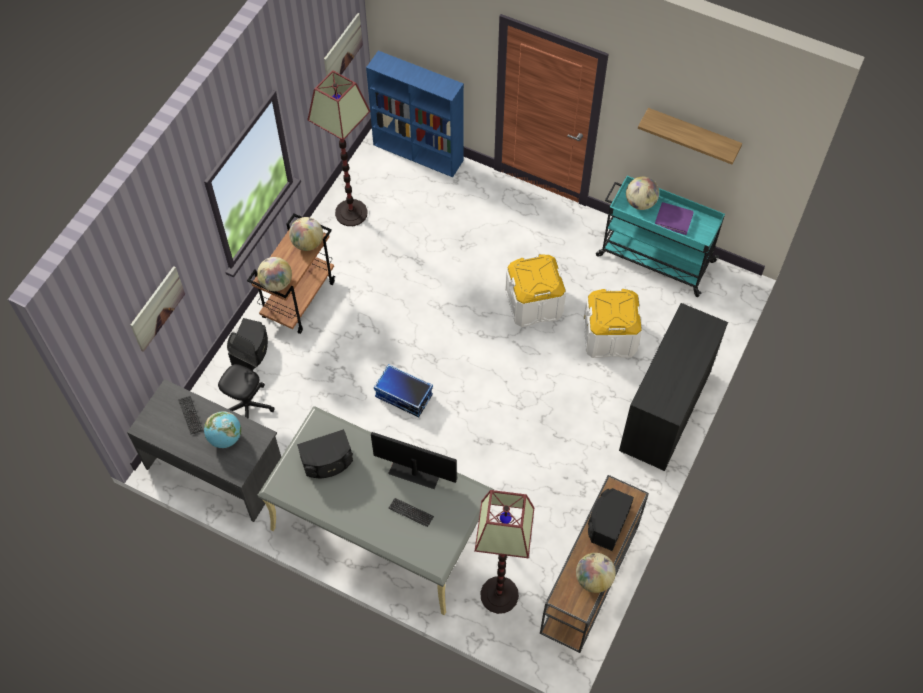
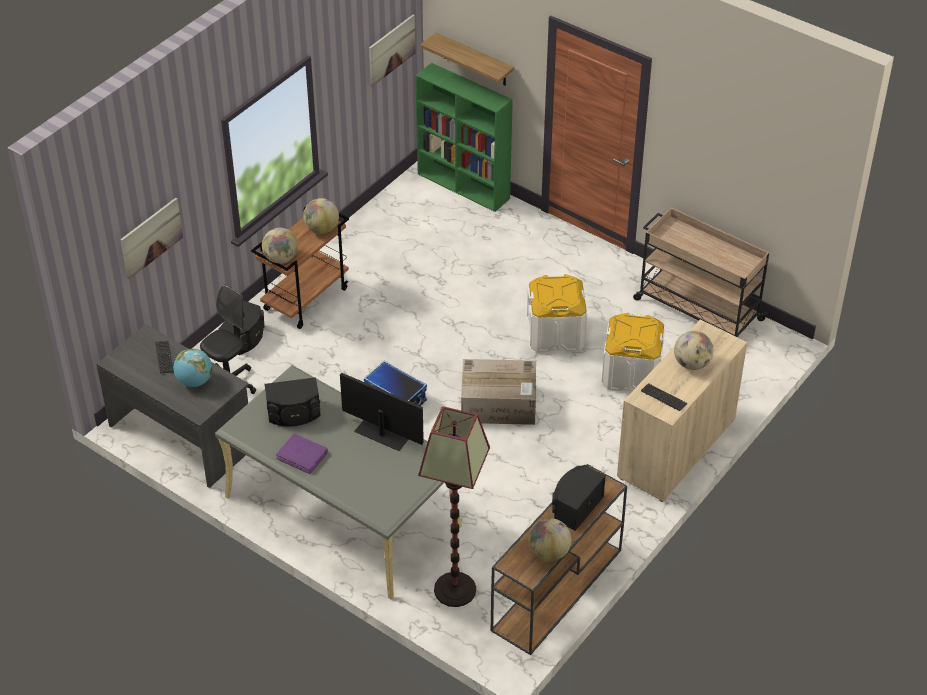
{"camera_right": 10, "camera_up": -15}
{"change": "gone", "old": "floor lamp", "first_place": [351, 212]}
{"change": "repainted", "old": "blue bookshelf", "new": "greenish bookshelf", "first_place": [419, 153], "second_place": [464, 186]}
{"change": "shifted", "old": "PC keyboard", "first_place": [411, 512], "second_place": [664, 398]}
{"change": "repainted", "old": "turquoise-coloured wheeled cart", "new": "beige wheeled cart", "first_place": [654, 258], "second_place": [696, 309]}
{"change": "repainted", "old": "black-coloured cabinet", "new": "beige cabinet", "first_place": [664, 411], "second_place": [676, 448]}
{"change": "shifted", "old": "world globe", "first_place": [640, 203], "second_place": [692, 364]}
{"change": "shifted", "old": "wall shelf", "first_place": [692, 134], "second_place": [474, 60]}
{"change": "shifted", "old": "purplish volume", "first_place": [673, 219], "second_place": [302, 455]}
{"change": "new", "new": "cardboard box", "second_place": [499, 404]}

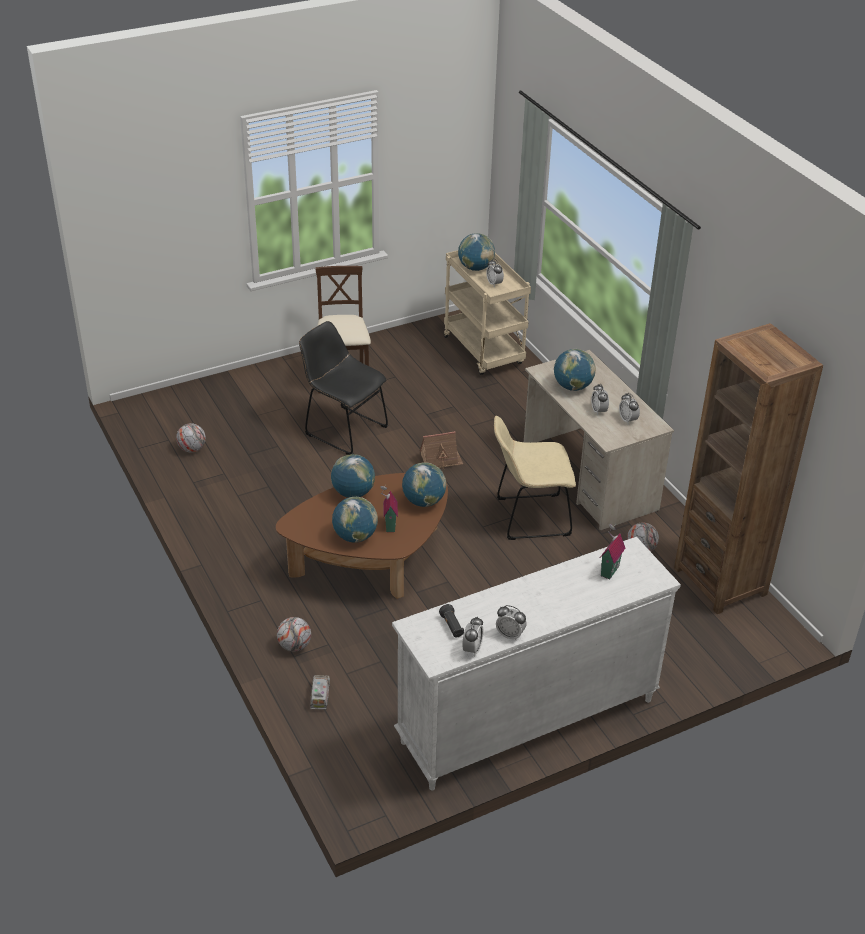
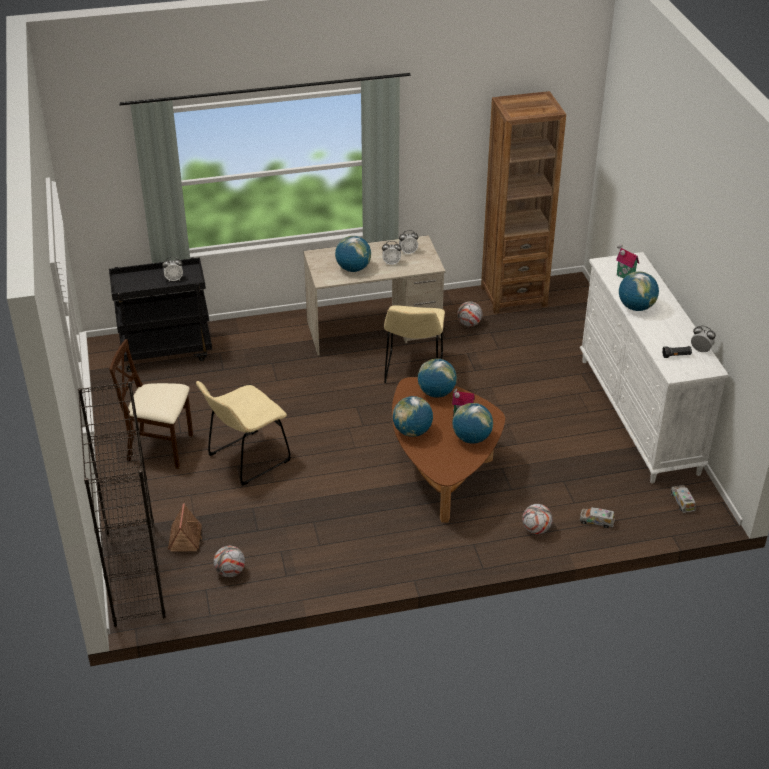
{"camera_right": -75, "camera_up": 0}
{"change": "repainted", "old": "black-coloured chair", "new": "beige chair", "first_place": [343, 429], "second_place": [245, 460]}
{"change": "shifted", "old": "toy house", "first_place": [441, 459], "second_place": [185, 538]}
{"change": "repainted", "old": "beige wheeled cart", "new": "black-coloured wheeled cart", "first_place": [484, 351], "second_place": [167, 351]}
{"change": "shifted", "old": "world globe", "first_place": [475, 268], "second_place": [636, 307]}
{"change": "gone", "old": "bedside clock", "first_place": [510, 634]}
{"change": "new", "new": "black-coloured bookshelf", "second_place": [134, 573]}
{"change": "new", "new": "model truck", "second_place": [682, 502]}

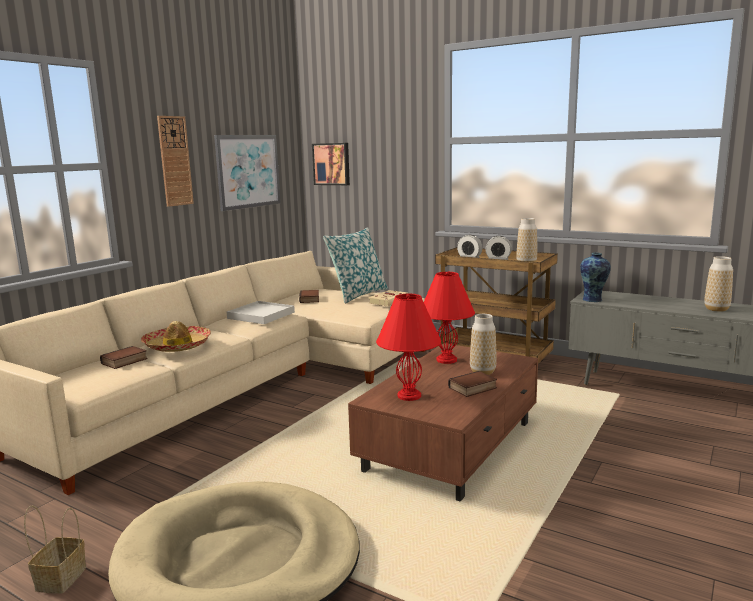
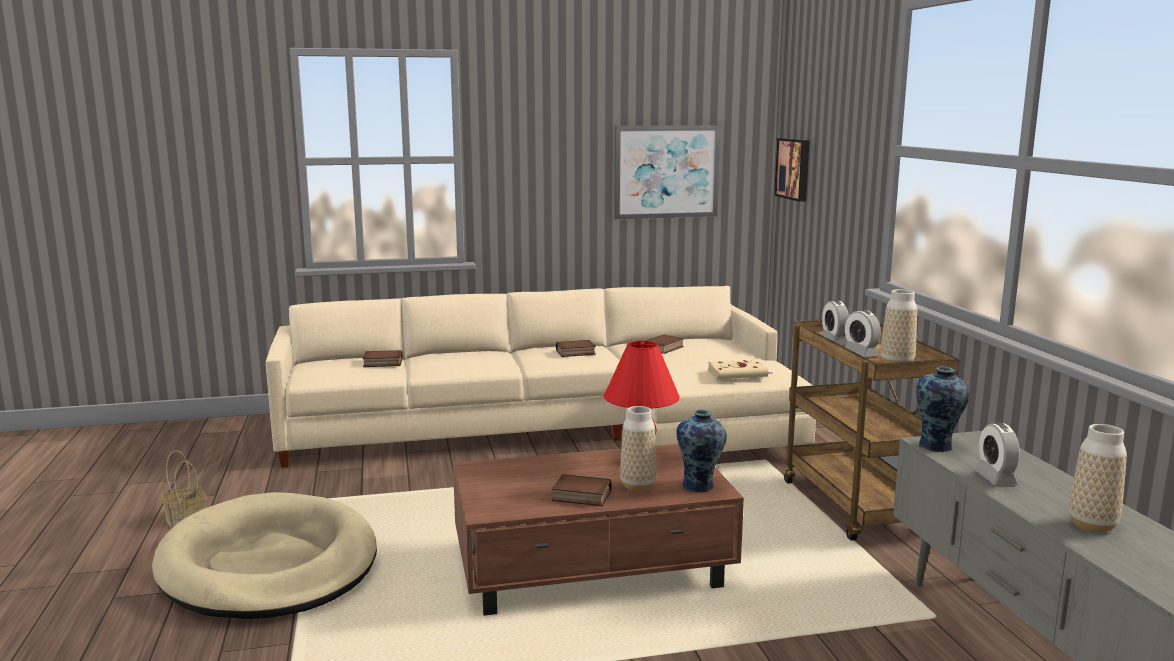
{"camera_right": 45, "camera_up": 0}
{"change": "gone", "old": "hat", "first_place": [177, 346]}
{"change": "gone", "old": "hanging clock", "first_place": [175, 161]}
{"change": "swapped", "old": "white serving tray", "new": "volume", "first_place": [261, 315], "second_place": [575, 353]}
{"change": "gone", "old": "throw pillow", "first_place": [358, 294]}
{"change": "gone", "old": "reddish tabletop lamp", "first_place": [409, 395]}
{"change": "new", "new": "decorative vase", "second_place": [699, 487]}
{"change": "new", "new": "bedside clock", "second_place": [995, 478]}

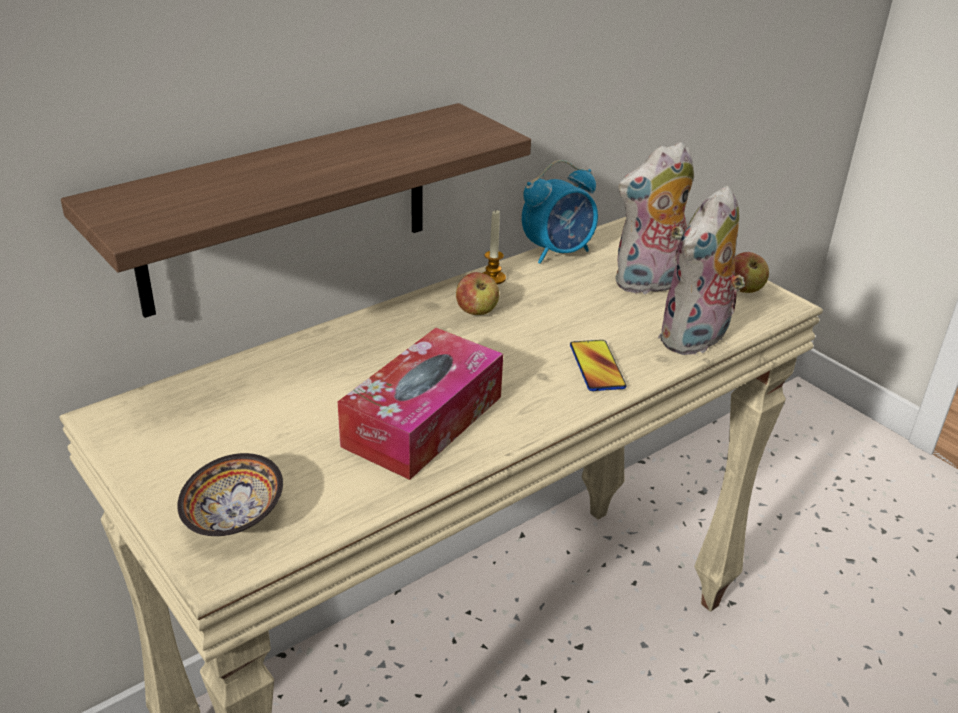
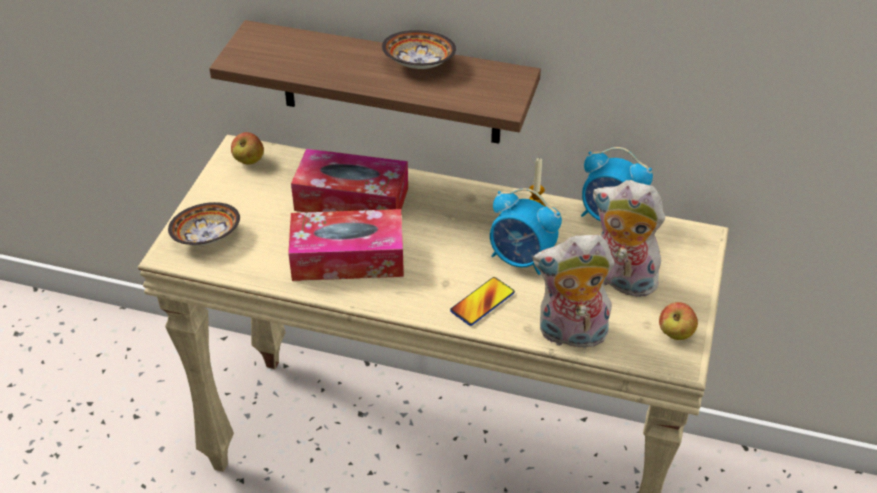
{"camera_right": 55, "camera_up": 10}
{"change": "shifted", "old": "whole apple", "first_place": [477, 312], "second_place": [249, 160]}
{"change": "new", "new": "tissue holder", "second_place": [351, 199]}
{"change": "new", "new": "bowl", "second_place": [420, 65]}
{"change": "new", "new": "bedside clock", "second_place": [521, 259]}

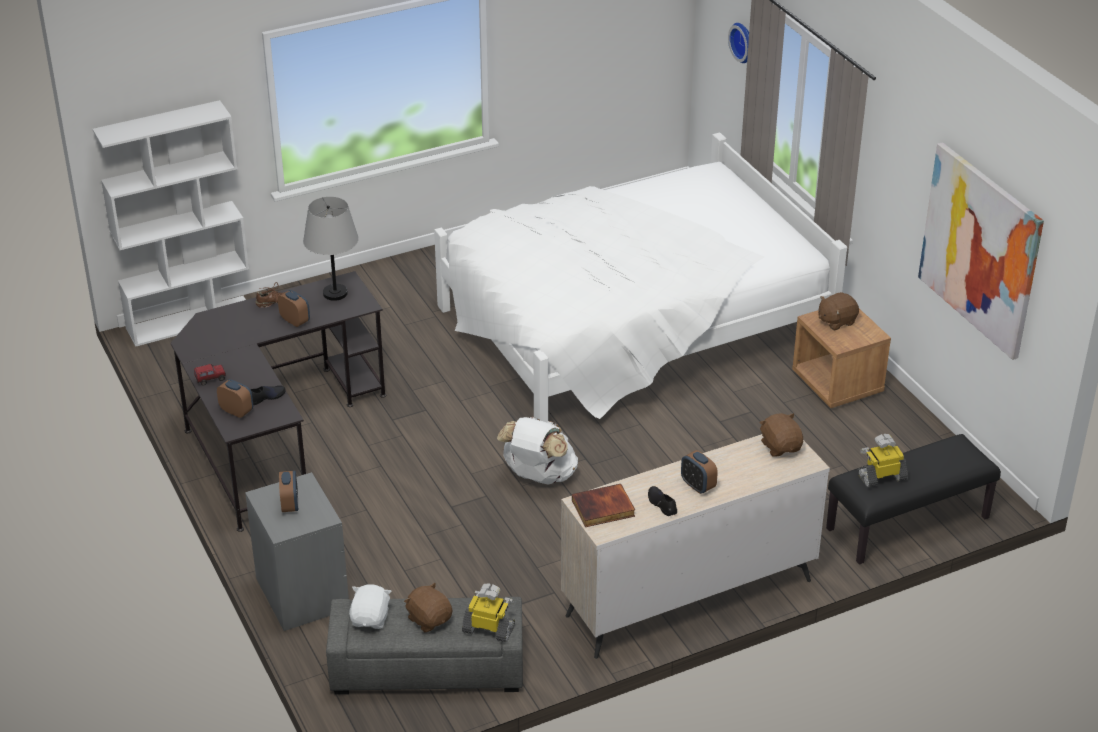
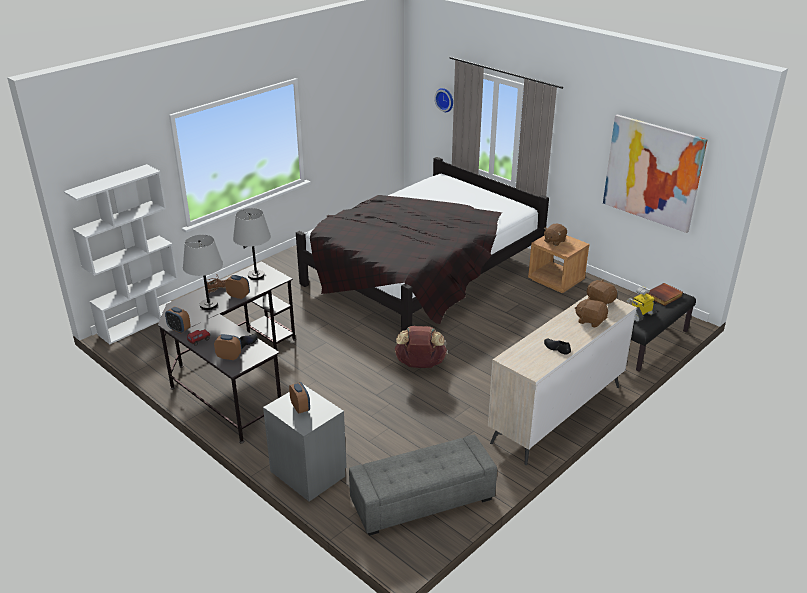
{"camera_right": -20, "camera_up": -5}
{"change": "gone", "old": "white cuddly toy", "first_place": [371, 618]}
{"change": "shifted", "old": "brownish cuddly toy", "first_place": [429, 619], "second_place": [590, 321]}
{"change": "repainted", "old": "white sleeping bed", "new": "black-coloured sleeping bed", "first_place": [632, 328], "second_place": [423, 274]}
{"change": "gone", "old": "model robot", "first_place": [489, 629]}
{"change": "repainted", "old": "white knapsack", "new": "brownish knapsack", "first_place": [538, 476], "second_place": [420, 365]}
{"change": "shifted", "old": "volume", "first_place": [603, 509], "second_place": [664, 296]}
{"change": "shifted", "old": "bedside clock", "first_place": [697, 486], "second_place": [179, 329]}
{"change": "new", "new": "gray tabletop lamp", "second_place": [208, 305]}

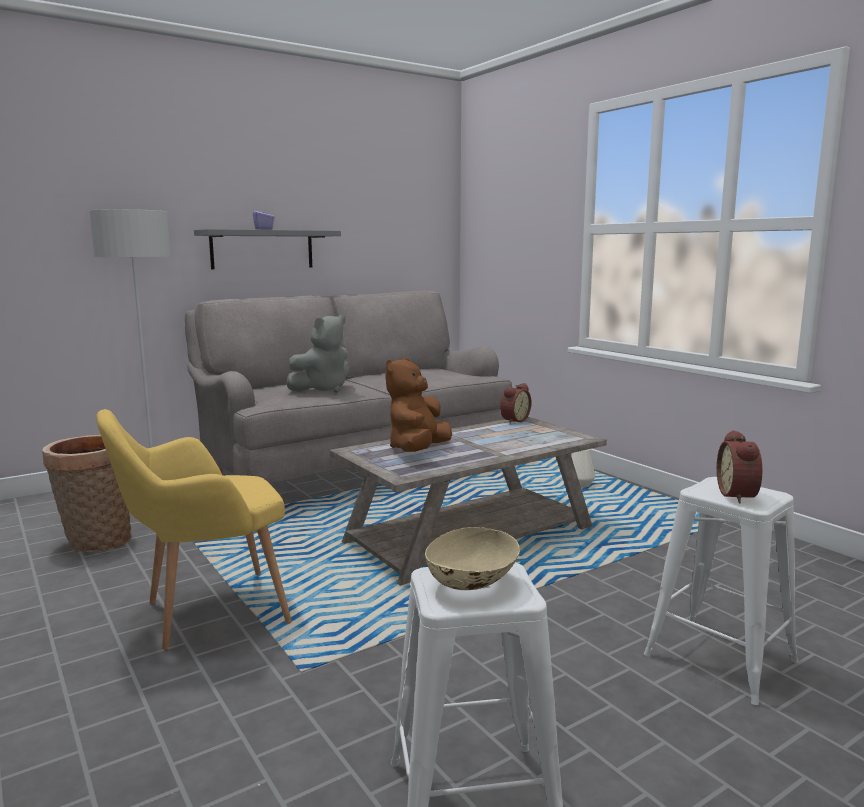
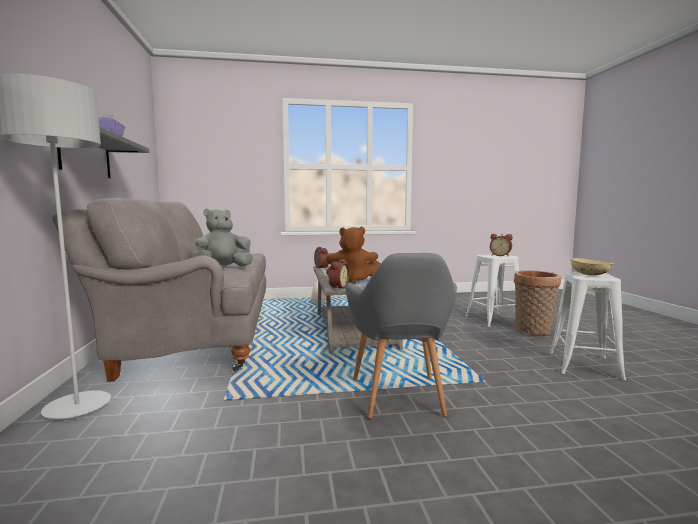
{"camera_right": -65, "camera_up": -5}
{"change": "shifted", "old": "basket", "first_place": [95, 542], "second_place": [533, 331]}
{"change": "repainted", "old": "yellow lounge chair", "new": "gray lounge chair", "first_place": [206, 613], "second_place": [400, 400]}
{"change": "rotated", "old": "gray cuddly toy", "first_place": [322, 389], "second_place": [223, 267], "degrees": -105}
{"change": "rotated", "old": "brownish cuddly toy", "first_place": [418, 450], "second_place": [353, 281], "degrees": -45}
{"change": "new", "new": "bedside clock", "second_place": [337, 287]}

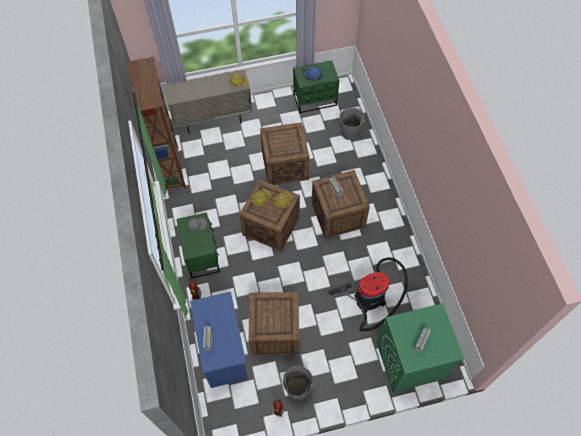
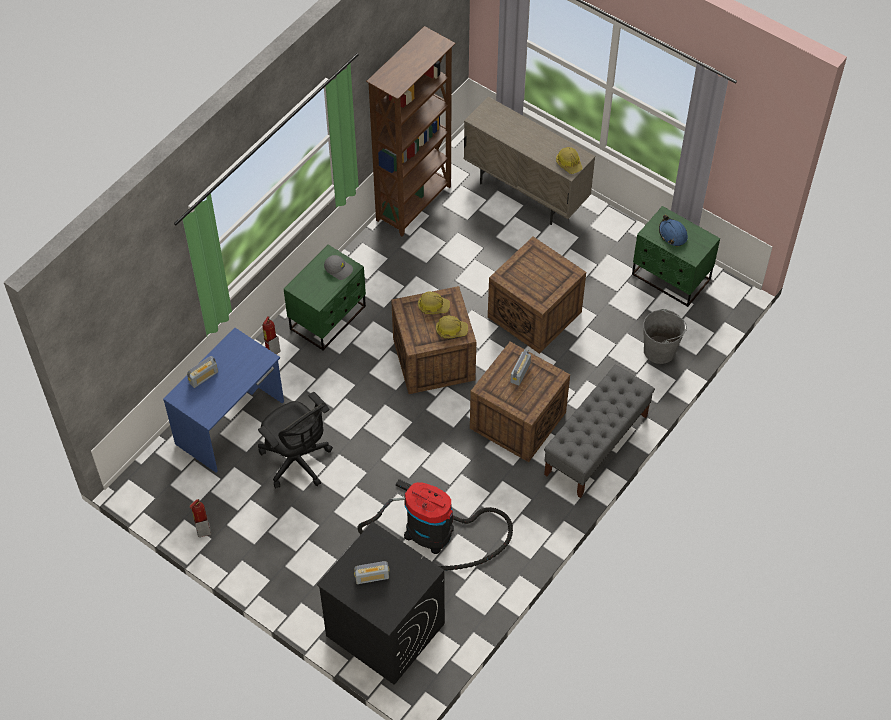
{"camera_right": 50, "camera_up": -5}
{"change": "swapped", "old": "packing crate", "new": "black-coloured office chair", "first_place": [276, 332], "second_place": [297, 461]}
{"change": "gone", "old": "gray water bucket", "first_place": [297, 388]}
{"change": "repainted", "old": "greenish laundry machine", "new": "black-coloured laundry machine", "first_place": [410, 360], "second_place": [384, 629]}
{"change": "new", "new": "gray bench", "second_place": [596, 445]}

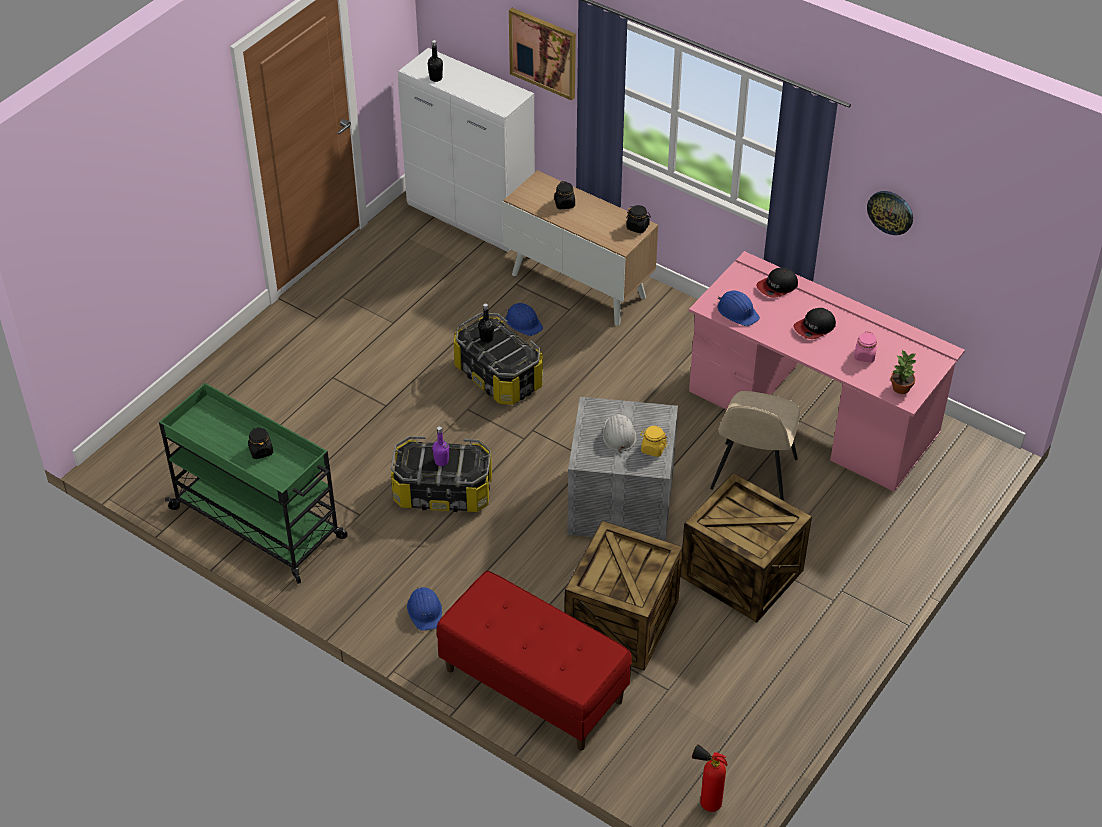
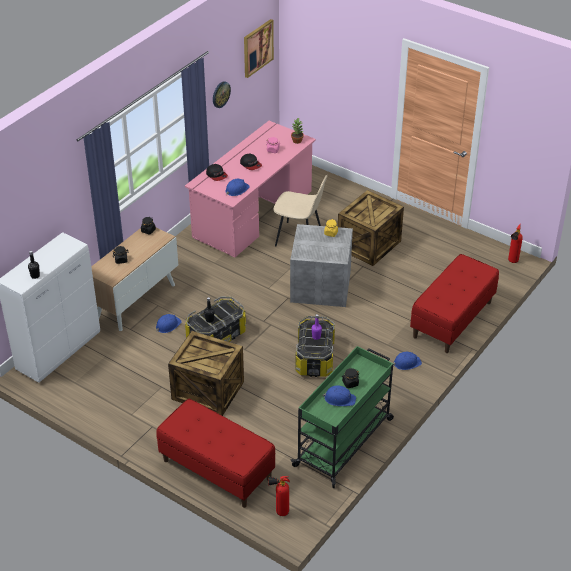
{"camera_right": -90, "camera_up": -5}
{"change": "shifted", "old": "picture", "first_place": [543, 53], "second_place": [257, 48]}
{"change": "shifted", "old": "packing crate", "first_place": [620, 620], "second_place": [207, 391]}
{"change": "gone", "old": "white hard hat", "first_place": [618, 435]}
{"change": "new", "new": "reddish bench", "second_place": [216, 470]}
{"change": "new", "new": "extinguisher", "second_place": [279, 512]}
{"change": "new", "new": "blue hard hat", "second_place": [339, 398]}

